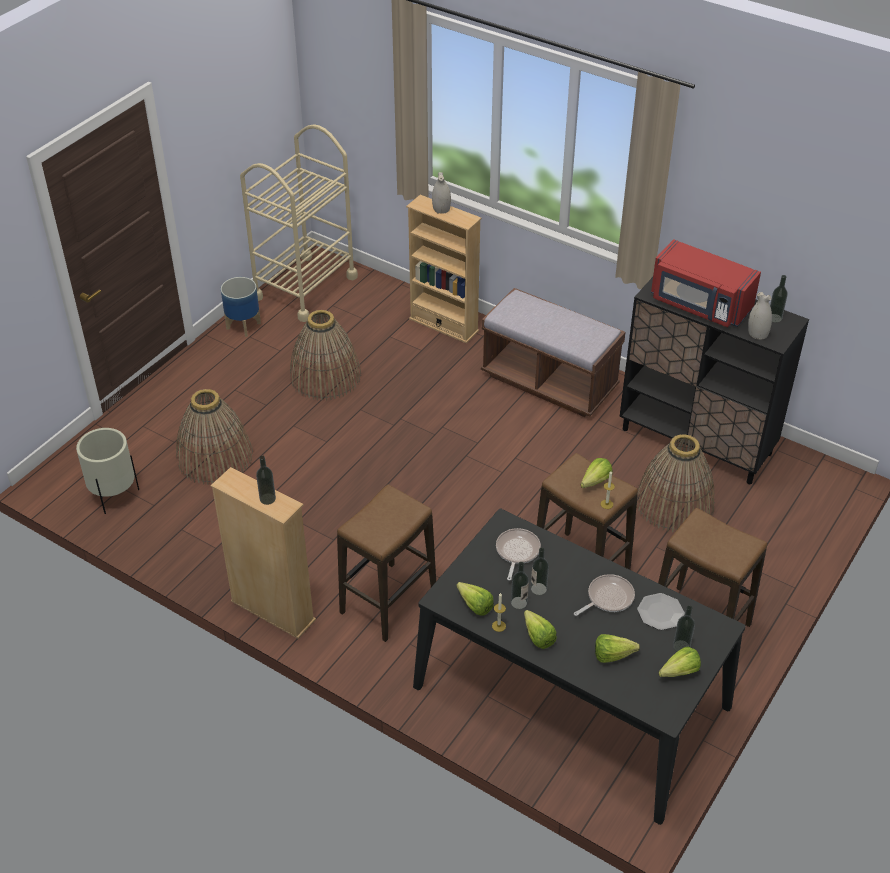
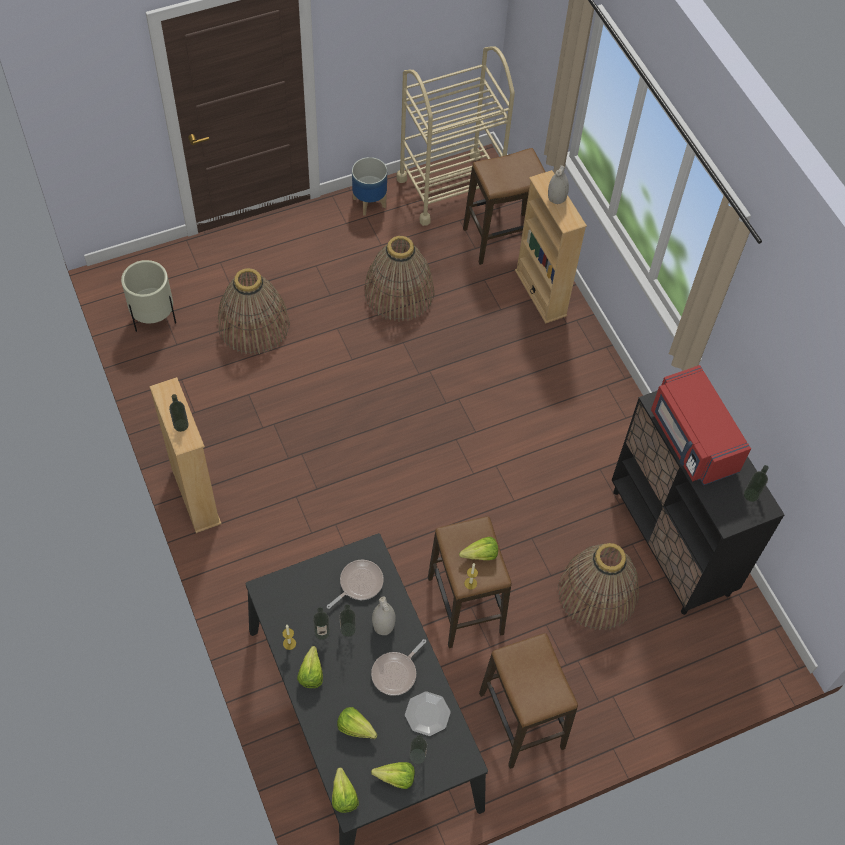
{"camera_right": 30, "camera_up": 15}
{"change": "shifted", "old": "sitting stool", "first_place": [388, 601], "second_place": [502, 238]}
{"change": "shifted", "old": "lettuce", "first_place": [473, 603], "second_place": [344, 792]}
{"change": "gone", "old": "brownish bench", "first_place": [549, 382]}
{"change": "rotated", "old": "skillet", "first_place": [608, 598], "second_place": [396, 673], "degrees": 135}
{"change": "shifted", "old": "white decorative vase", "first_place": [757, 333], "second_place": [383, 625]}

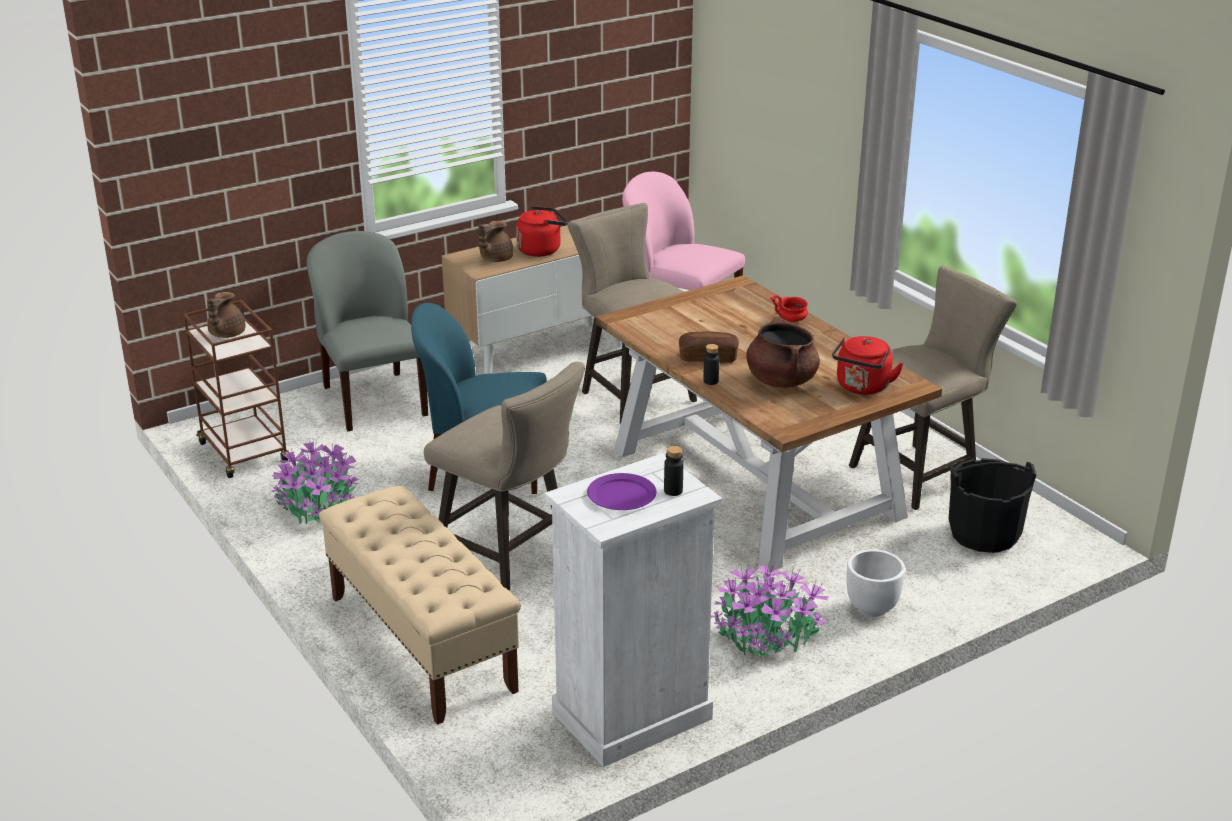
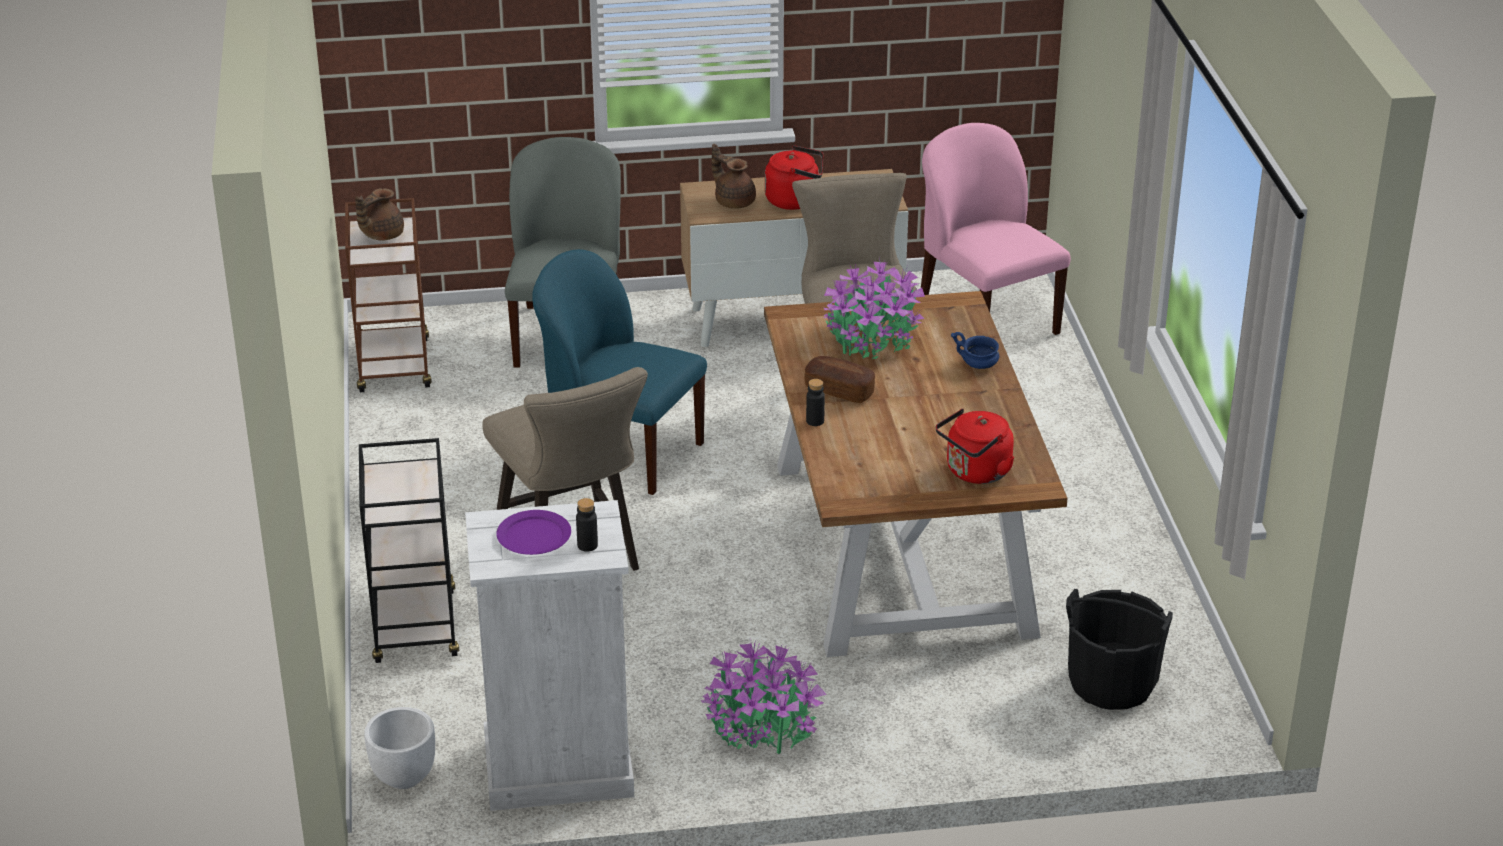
{"camera_right": 25, "camera_up": 5}
{"change": "shifted", "old": "potted plant", "first_place": [316, 507], "second_place": [870, 340]}
{"change": "swapped", "old": "beige bench", "new": "black-coloured wheeled cart", "first_place": [421, 642], "second_place": [415, 628]}
{"change": "rotated", "old": "brownish tea pot", "first_place": [495, 259], "second_place": [734, 201], "degrees": 75}
{"change": "gone", "old": "brownish saucepot", "first_place": [781, 380]}
{"change": "repainted", "old": "reddish bowl", "new": "blue bowl", "first_place": [791, 320], "second_place": [978, 365]}
{"change": "shifted", "old": "white flower pot", "first_place": [872, 608], "second_place": [405, 777]}
{"change": "gone", "old": "beige sitting stool", "first_place": [921, 473]}

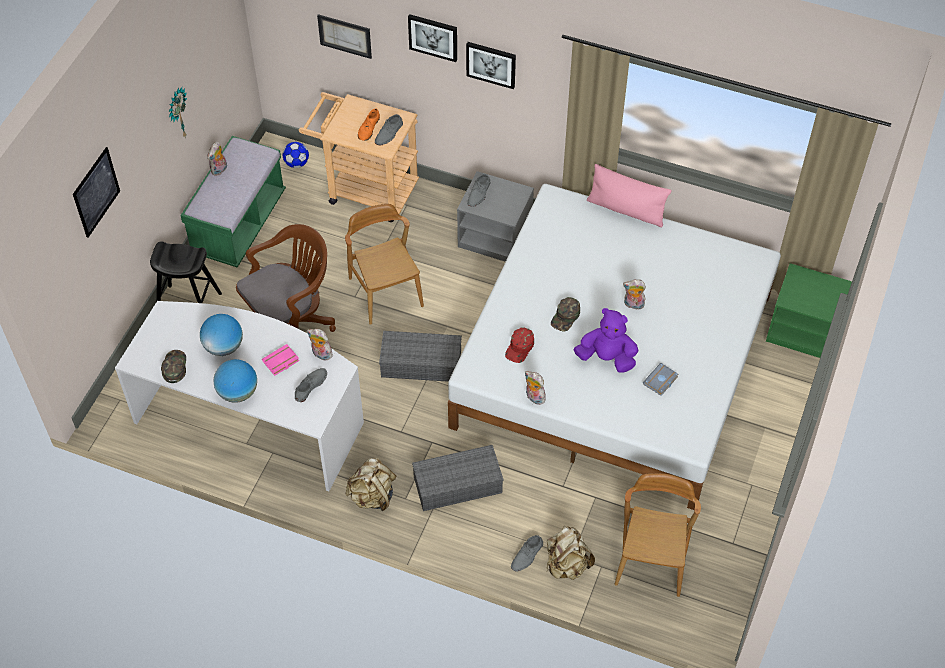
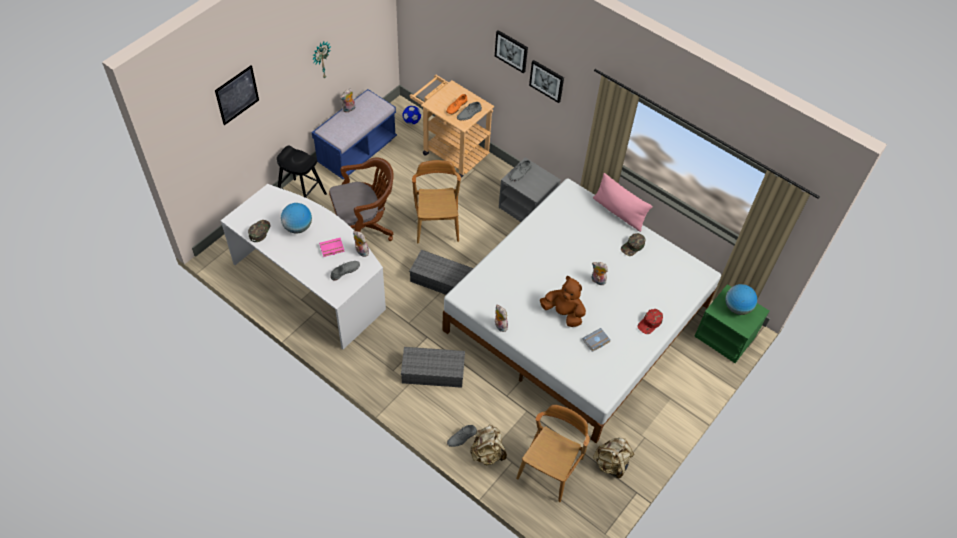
{"camera_right": 15, "camera_up": 0}
{"change": "repainted", "old": "greenish bench", "new": "blue bench", "first_place": [239, 224], "second_place": [357, 151]}
{"change": "shifted", "old": "world globe", "first_place": [238, 392], "second_place": [737, 307]}
{"change": "gone", "old": "picture", "first_place": [345, 36]}
{"change": "shifted", "old": "beige knapsack", "first_place": [372, 496], "second_place": [611, 463]}
{"change": "shifted", "old": "reddish cap", "first_place": [520, 348], "second_place": [650, 323]}
{"change": "shifted", "old": "greenish cap", "first_place": [565, 317], "second_place": [633, 246]}
{"change": "repainted", "old": "purplish cuddly toy", "new": "brownish cuddly toy", "first_place": [606, 358], "second_place": [563, 313]}

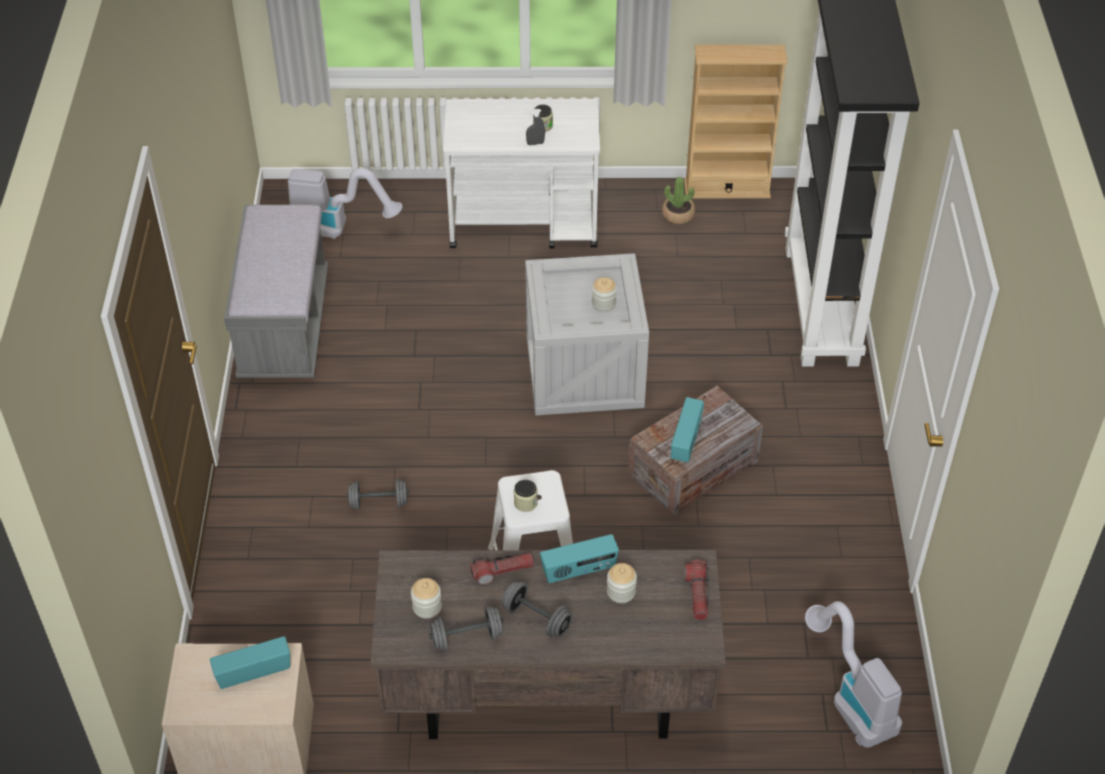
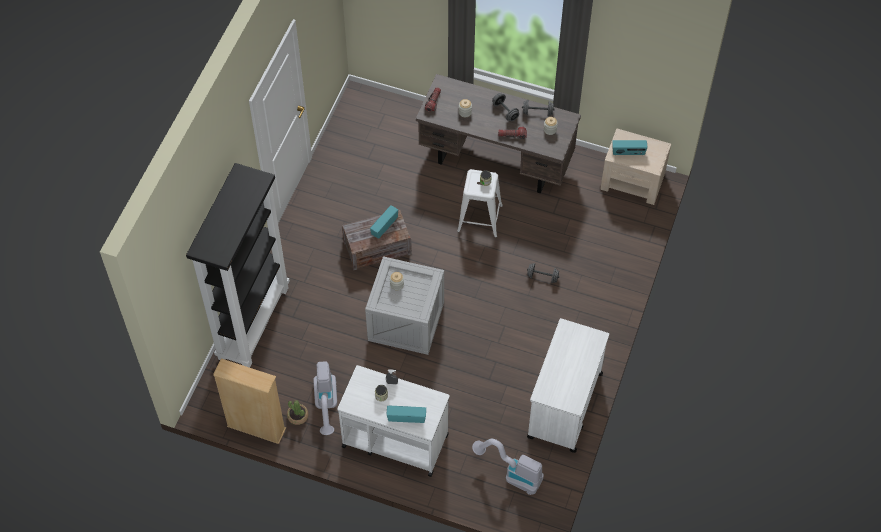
{"camera_right": -160, "camera_up": 10}
{"change": "swapped", "old": "gray bench", "new": "white wheeled cart", "first_place": [284, 327], "second_place": [564, 406]}
{"change": "shifted", "old": "radio receiver", "first_place": [579, 571], "second_place": [406, 418]}
{"change": "shifted", "old": "hoover", "first_place": [850, 698], "second_place": [326, 406]}

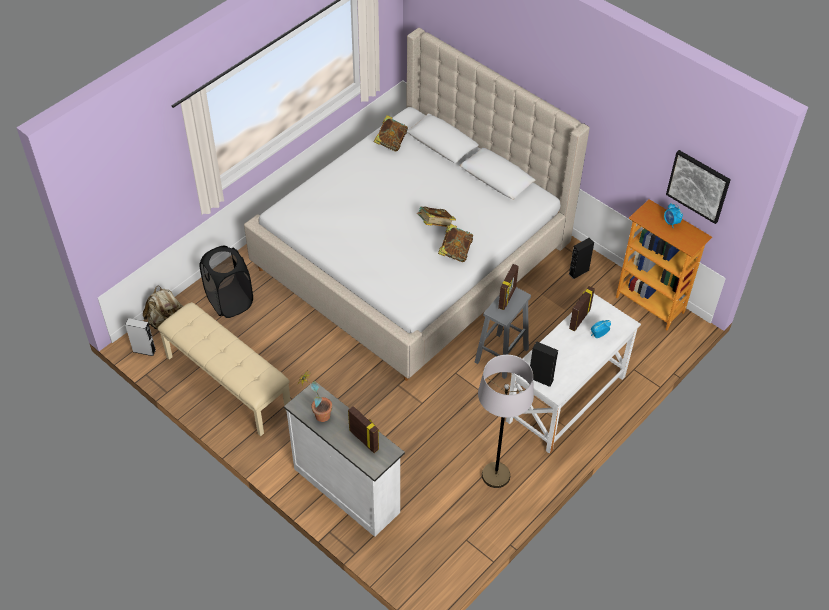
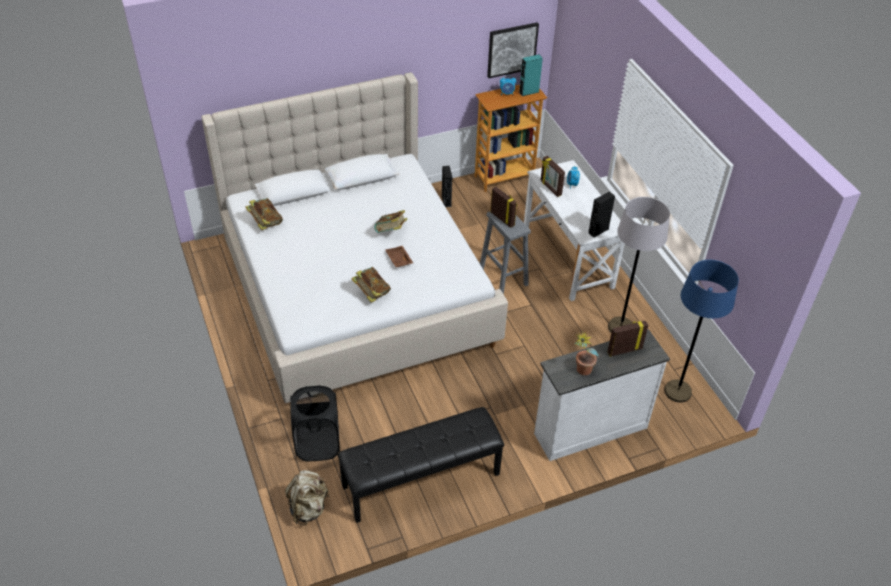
{"camera_right": -65, "camera_up": -5}
{"change": "gone", "old": "gray loudspeaker", "first_place": [144, 350]}
{"change": "repainted", "old": "beige bench", "new": "black-coloured bench", "first_place": [227, 383], "second_place": [421, 481]}
{"change": "shifted", "old": "volume", "first_place": [455, 252], "second_place": [371, 293]}
{"change": "new", "new": "brownish serving tray", "second_place": [398, 260]}
{"change": "new", "new": "turquoise-coloured loudspeaker", "second_place": [529, 92]}
{"change": "new", "new": "blue floor lamp", "second_place": [677, 391]}

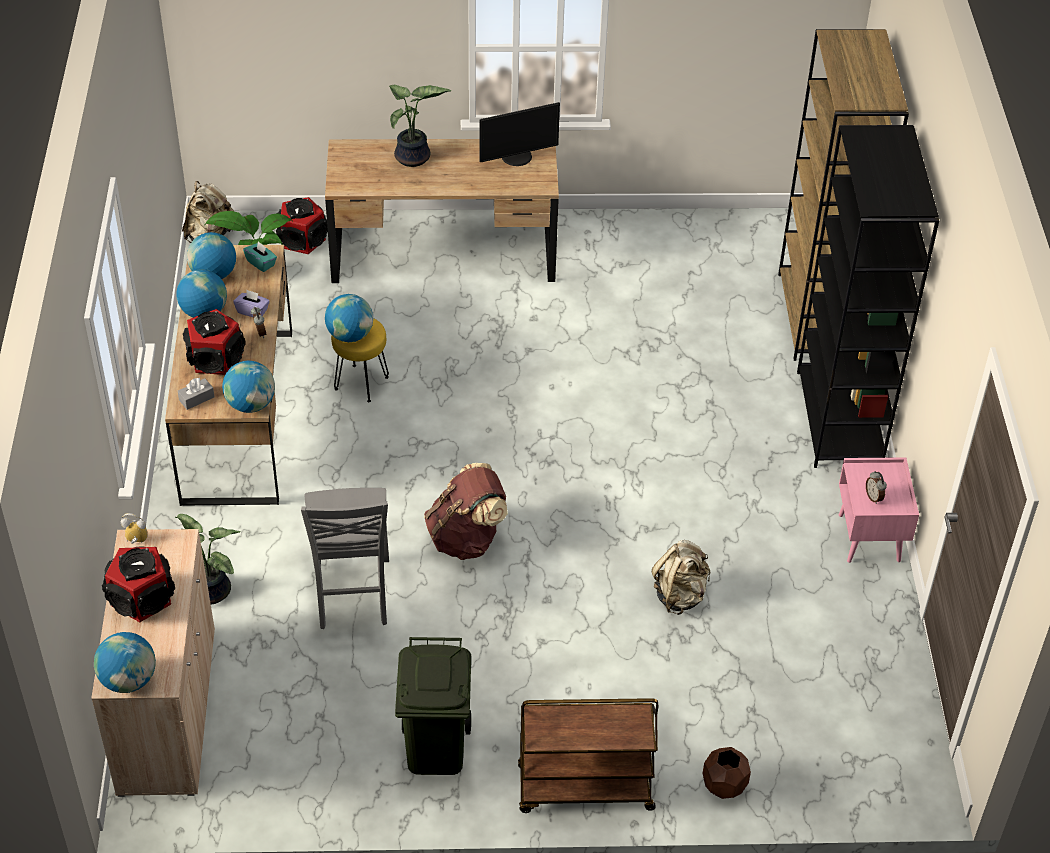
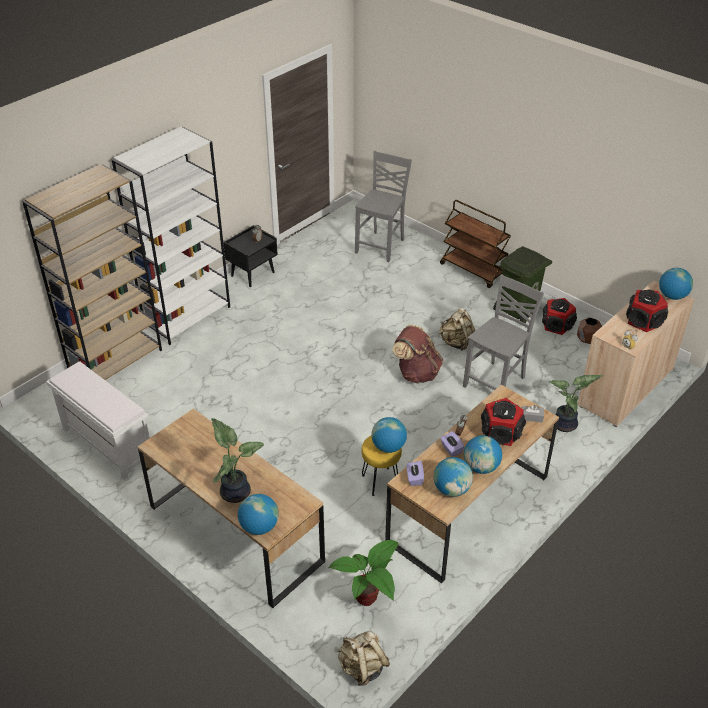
{"camera_right": -135, "camera_up": -5}
{"change": "shifted", "old": "world globe", "first_place": [251, 404], "second_place": [259, 527]}
{"change": "repainted", "old": "turquoise-coloured tissue holder", "new": "purplish tissue holder", "first_place": [261, 263], "second_place": [414, 478]}
{"change": "shifted", "old": "loudspeaker", "first_place": [302, 240], "second_place": [557, 325]}
{"change": "gone", "old": "computer display", "first_place": [517, 157]}
{"change": "shifted", "old": "beige knapsack", "first_place": [680, 595], "second_place": [456, 342]}
{"change": "shifted", "old": "brownish flower pot", "first_place": [723, 785], "second_place": [587, 340]}
{"change": "repainted", "old": "black-coloured bookshelf", "new": "white bookshelf", "first_place": [839, 419], "second_place": [187, 316]}
{"change": "repainted", "old": "pinkish bedside table", "new": "black-coloured bedside table", "first_place": [870, 538], "second_place": [253, 274]}
{"change": "new", "new": "white bench", "second_place": [107, 444]}
{"change": "new", "new": "gray chair", "second_place": [381, 246]}

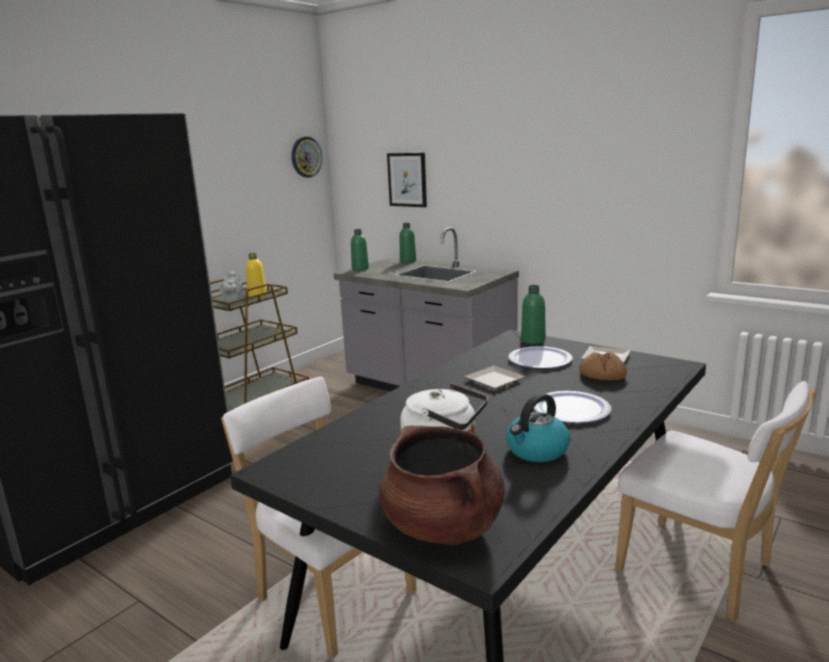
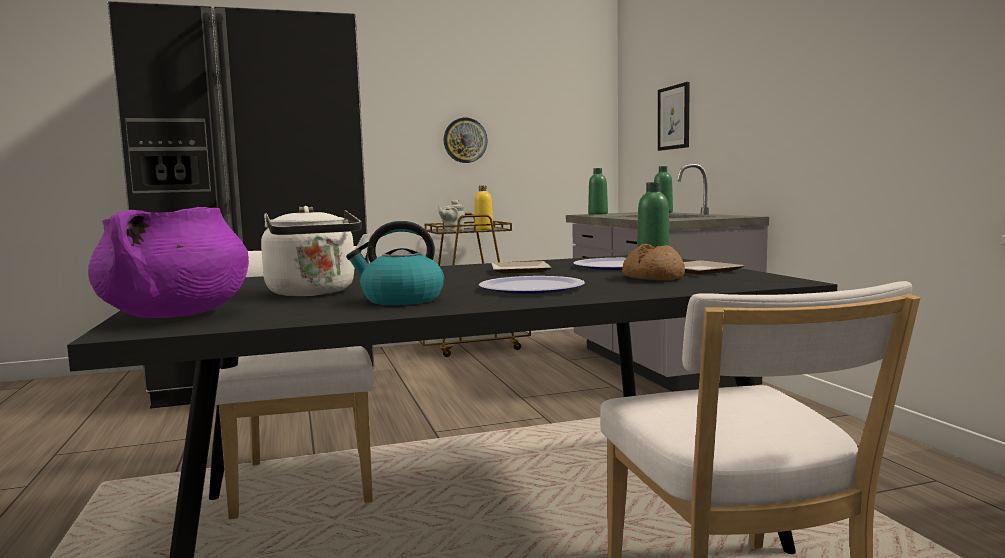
{"camera_right": 35, "camera_up": -10}
{"change": "shifted", "old": "hanging clock", "first_place": [306, 157], "second_place": [465, 140]}
{"change": "repainted", "old": "brownish saucepot", "new": "purplish saucepot", "first_place": [443, 526], "second_place": [176, 315]}

